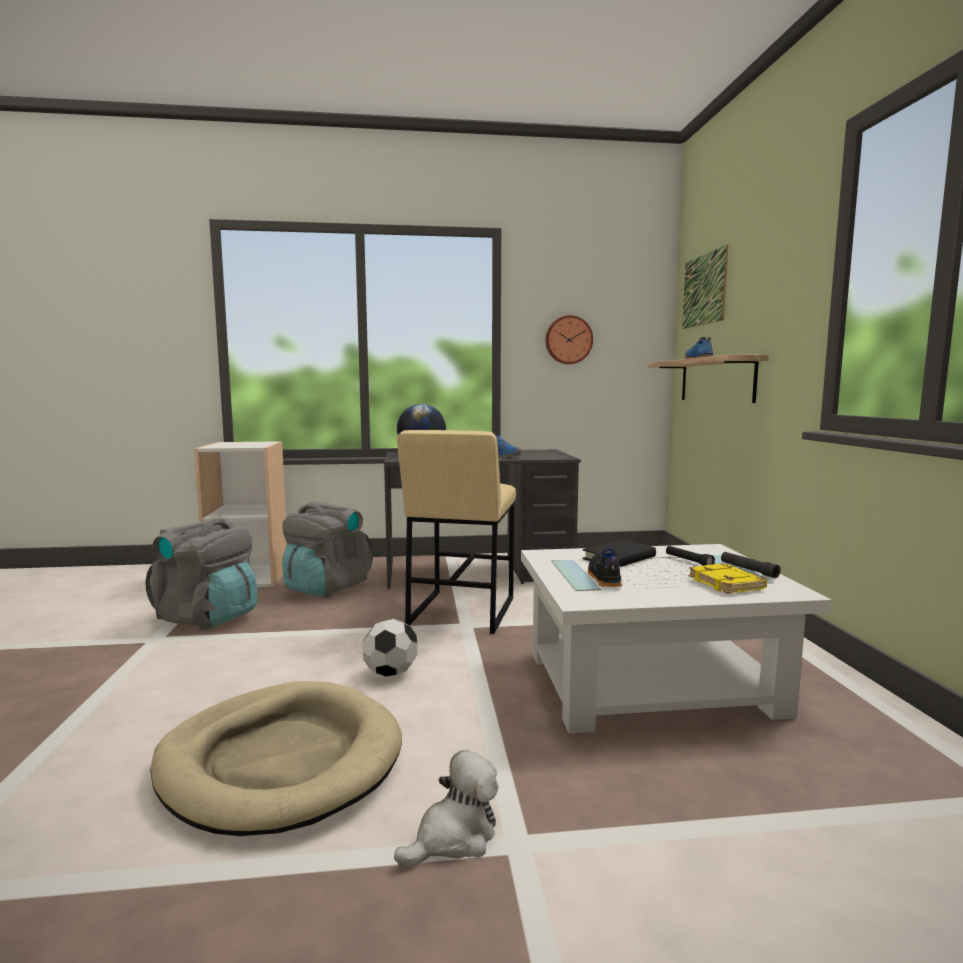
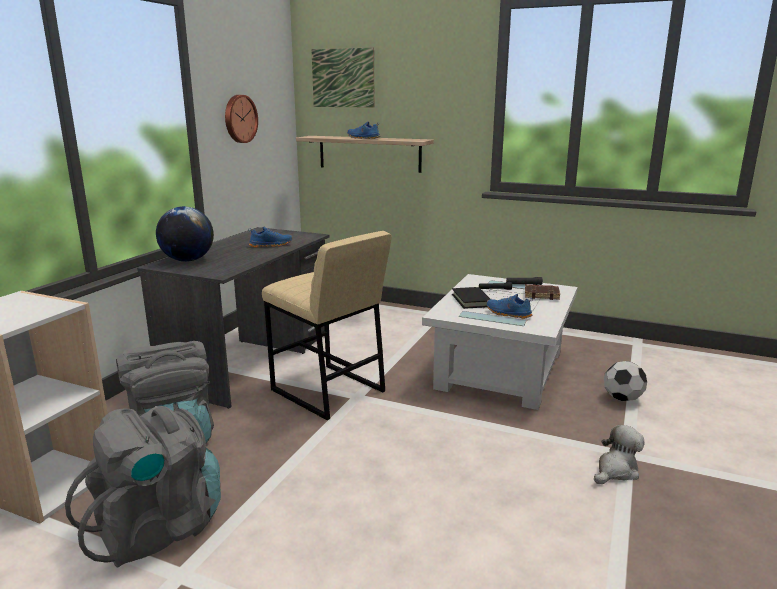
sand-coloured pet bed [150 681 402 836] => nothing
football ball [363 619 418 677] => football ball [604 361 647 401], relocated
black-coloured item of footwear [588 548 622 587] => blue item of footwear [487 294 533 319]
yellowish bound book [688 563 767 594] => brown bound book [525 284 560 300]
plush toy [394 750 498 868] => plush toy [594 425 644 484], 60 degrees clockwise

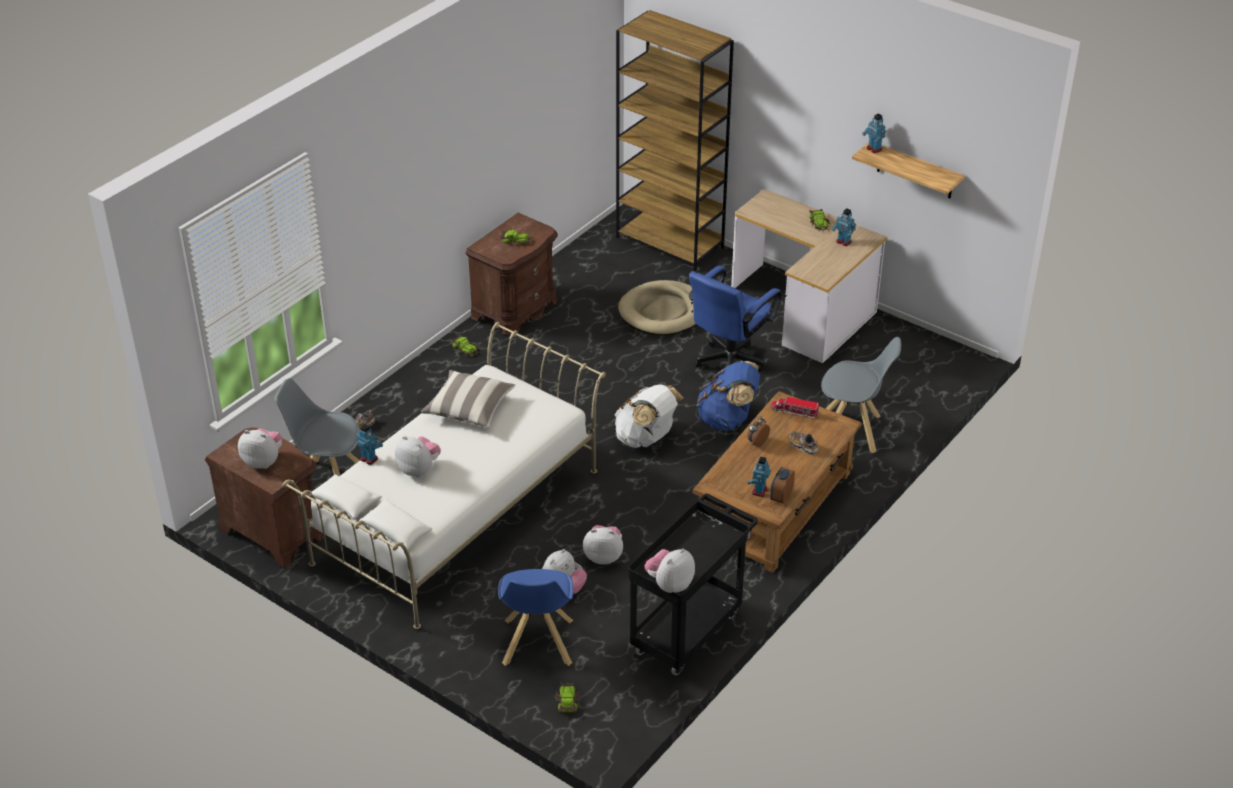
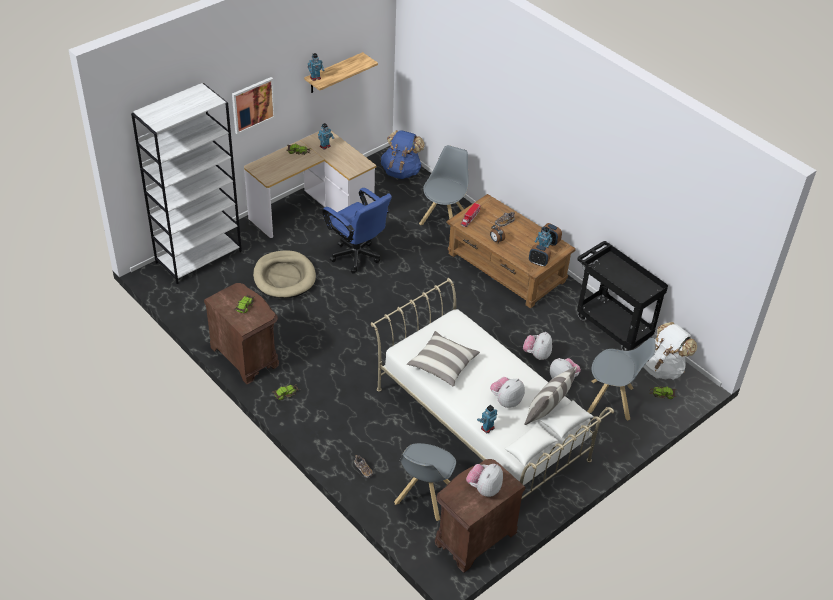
plush toy [644 548 695 593] => nothing
nothing => wall art [232 77 276 135]
nothing => cushion [524 366 577 425]
nothing => table clock [529 244 551 267]
white-coloured rucksack [614 384 684 448] => white-coloured rucksack [643 322 697 380], relocated
blue rucksack [697 361 760 431] => blue rucksack [381 130 425 179], relocated
blue upright chair [498 569 573 666] => gray upright chair [587 337 656 421]
brown shelving unit [616 10 734 271] => white-coloured shelving unit [131 83 242 284]

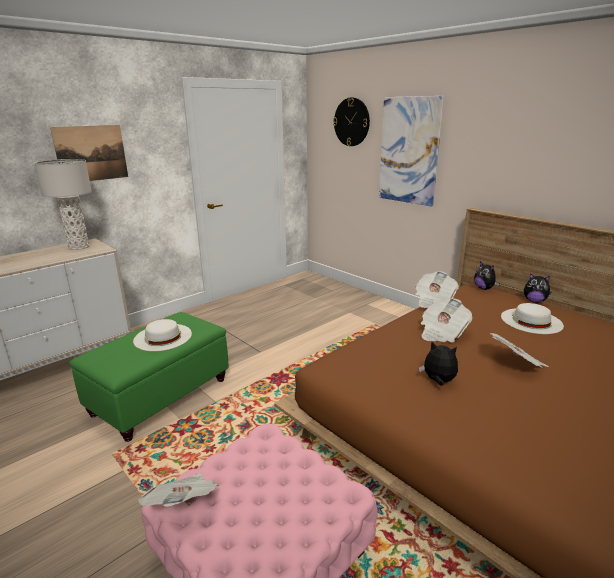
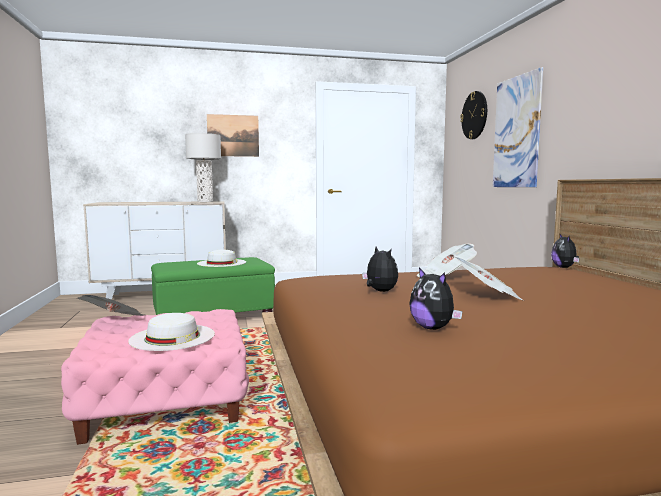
daily paper [415 271 459 308] => nothing
white-coloured clothing hat [501 303 564 334] => white-coloured clothing hat [128 313 215 351], relocated
plush toy [524 273 551 303] => plush toy [409 267 463 330], relocated

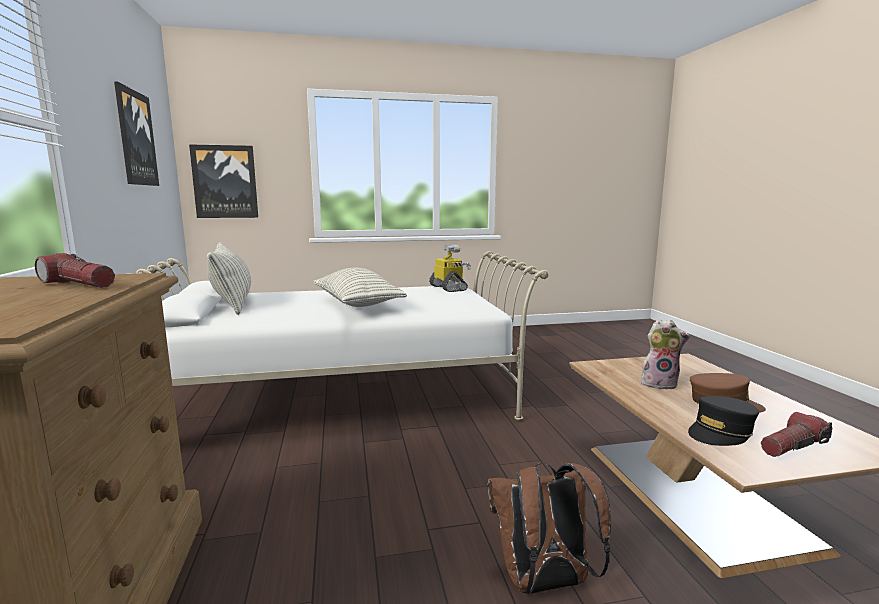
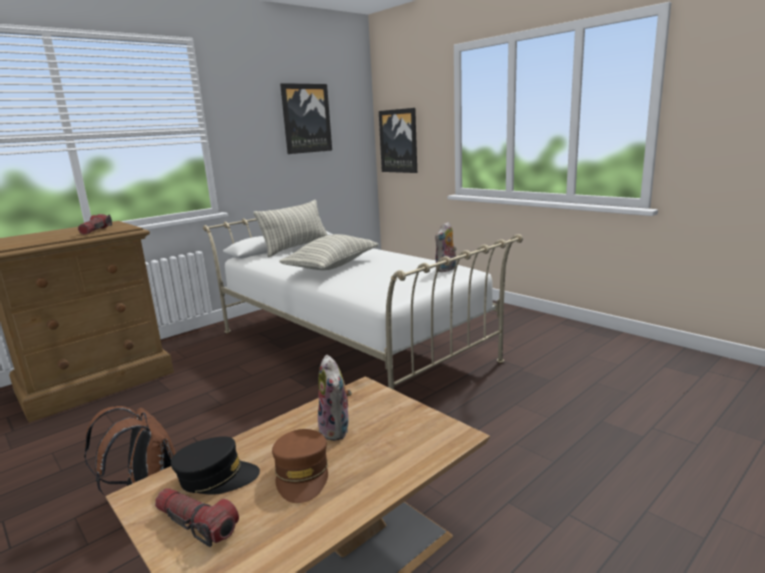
robot figure [429 244 471 292] => plush toy [435 222 456 272]
black-coloured baseball cap [688 396 759 446] => black-coloured baseball cap [171 436 260 495], 150 degrees clockwise

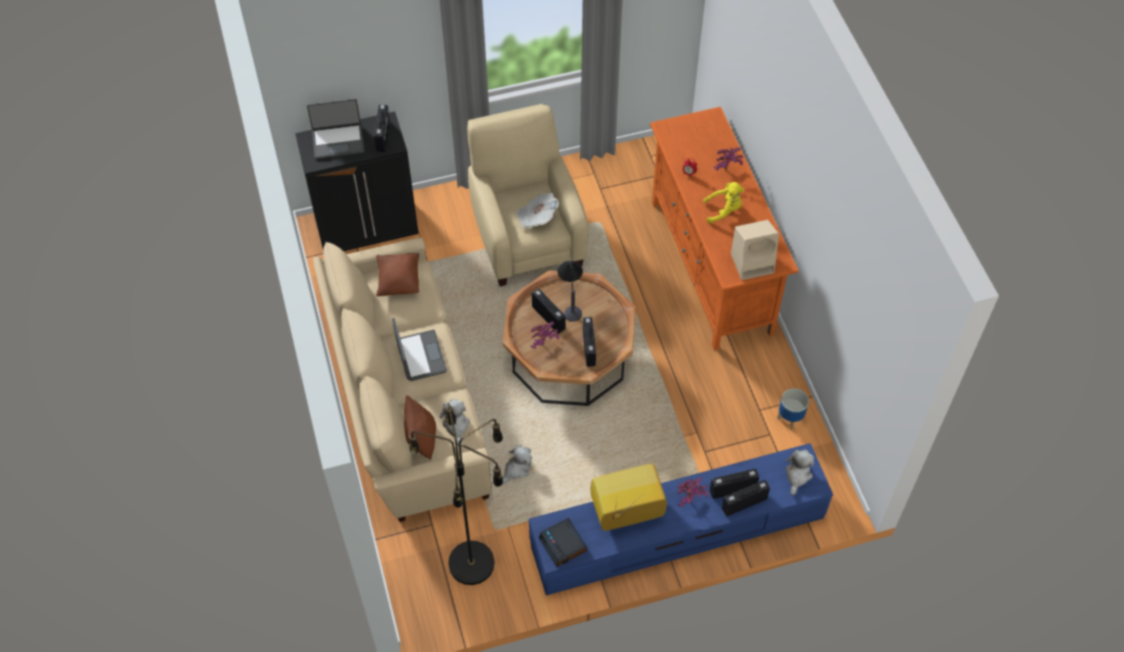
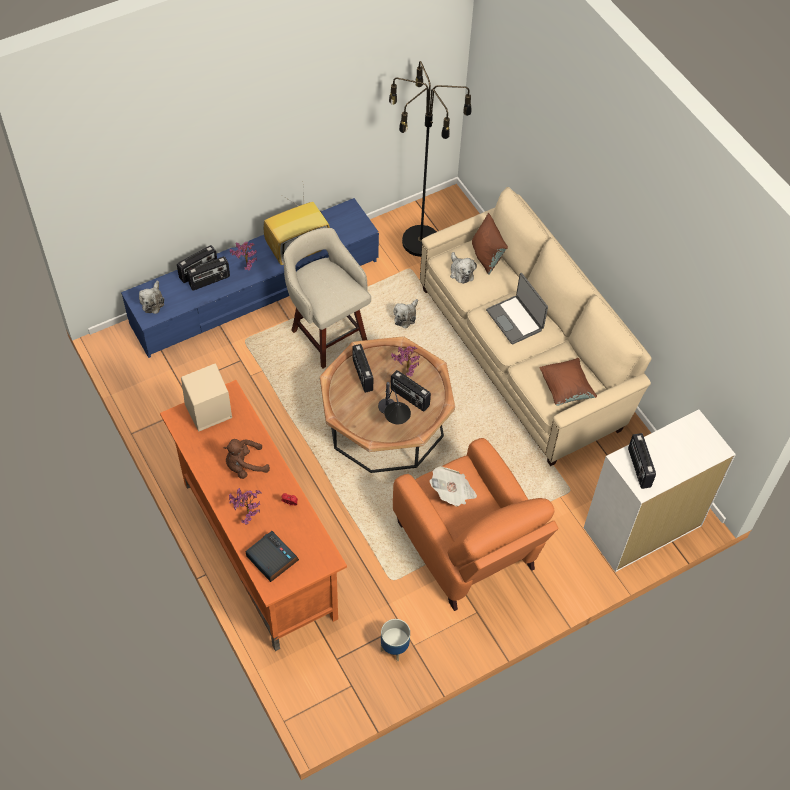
laptop [307 98 364 159] => nothing
nothing => sand-coloured stool seat [283 228 371 368]
table clock [539 518 587 567] => table clock [246 531 299 582], relocated
planter [777 388 809 430] => planter [381 619 410 661], relocated
black-coloured cabinet [295 112 419 251] => white-coloured cabinet [584 409 736 572]
sand-coloured easy chair [467 104 589 286] => orange easy chair [393 438 559 611]
yellowish plush toy [703 182 744 223] => brown plush toy [224 439 270 479]

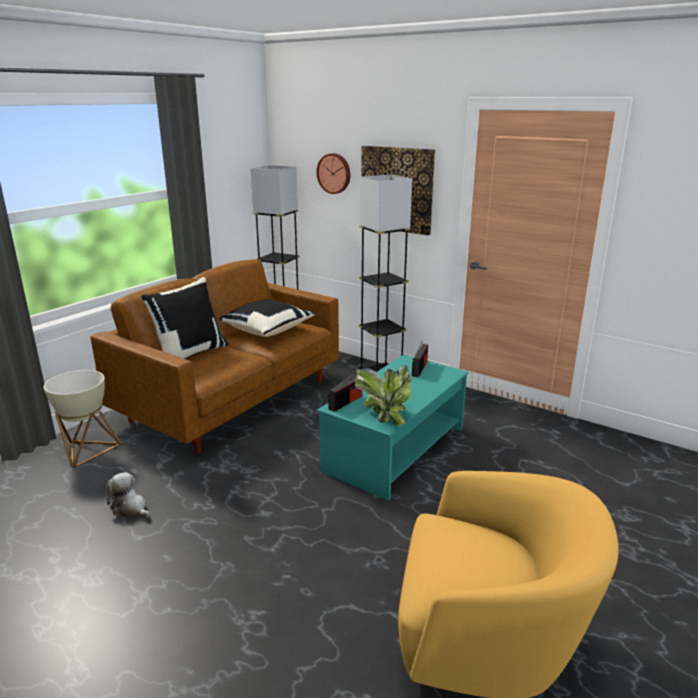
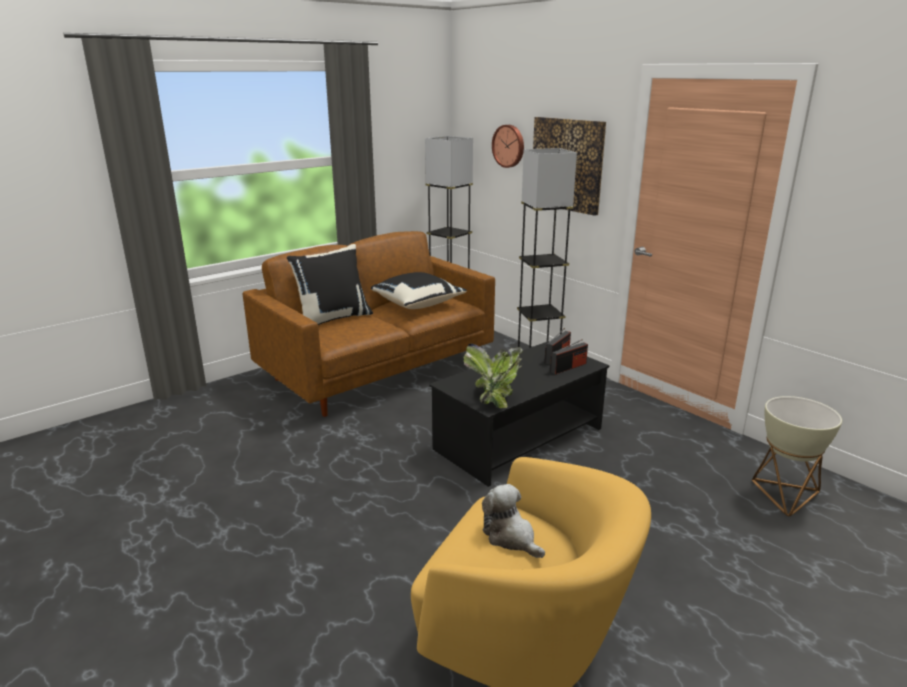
planter [43 370 121 468] => planter [752 396 842 516], relocated
plush toy [106 472 150 518] => plush toy [482 484 545 558], relocated
radio [328 372 362 412] => radio [550 339 588 375], relocated
blue-green lounge table [317 355 469 500] => black-coloured lounge table [429 341 610 487]

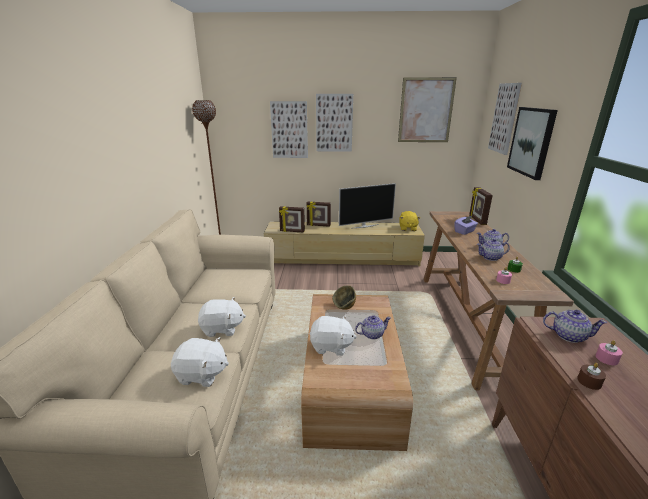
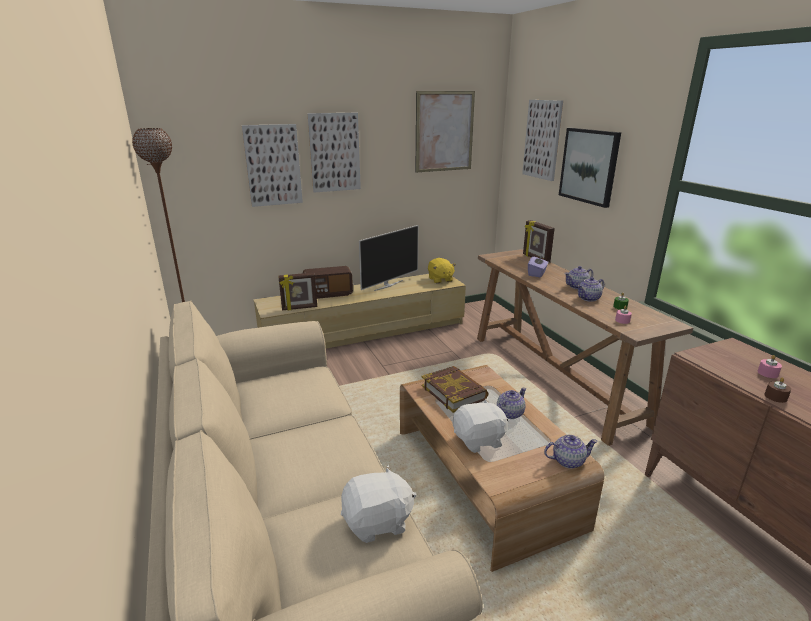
white-coloured plush toy [198 297 246 337] => nothing
teapot [543 310 607 343] => teapot [544 435 598 469], relocated
picture frame [307 202 331 227] => radio [303 266 353 299]
deep dish [332 286 356 310] => bound book [422 366 489 413]

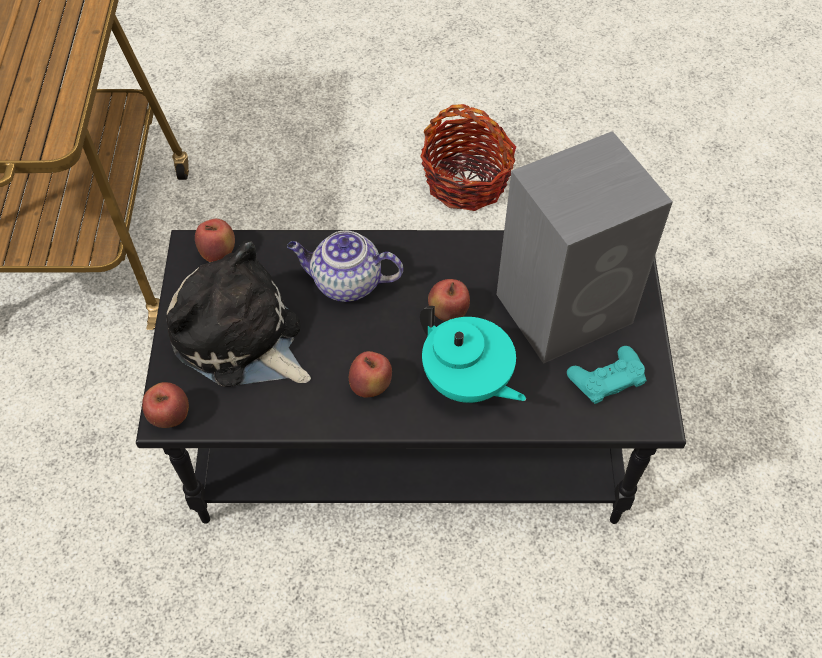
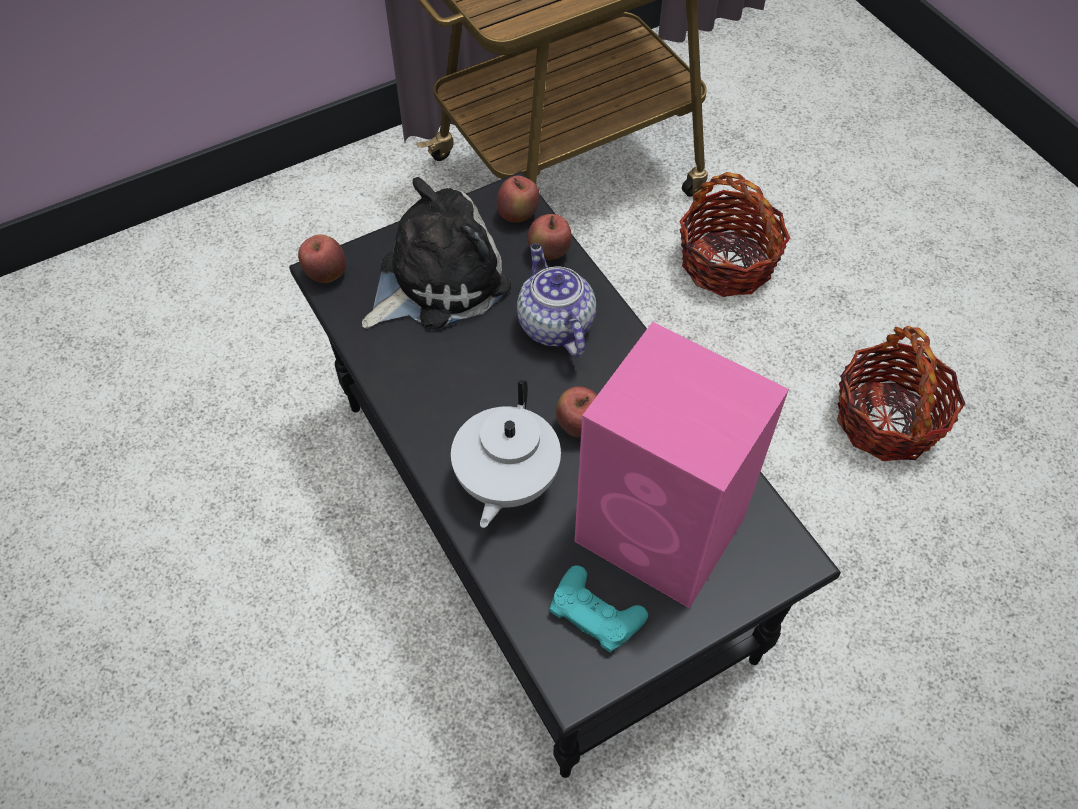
nothing => basket [679 172 790 297]
apple fruit [349 351 392 398] => apple fruit [527 214 572 260], relocated
blue-green teapot [420 306 526 403] => white-coloured teapot [451 380 561 528]
gray speaker [496 131 673 364] => pink-coloured speaker [574 322 789 608]
plush toy [167 240 311 387] => plush toy [362 177 511 330], 45 degrees clockwise

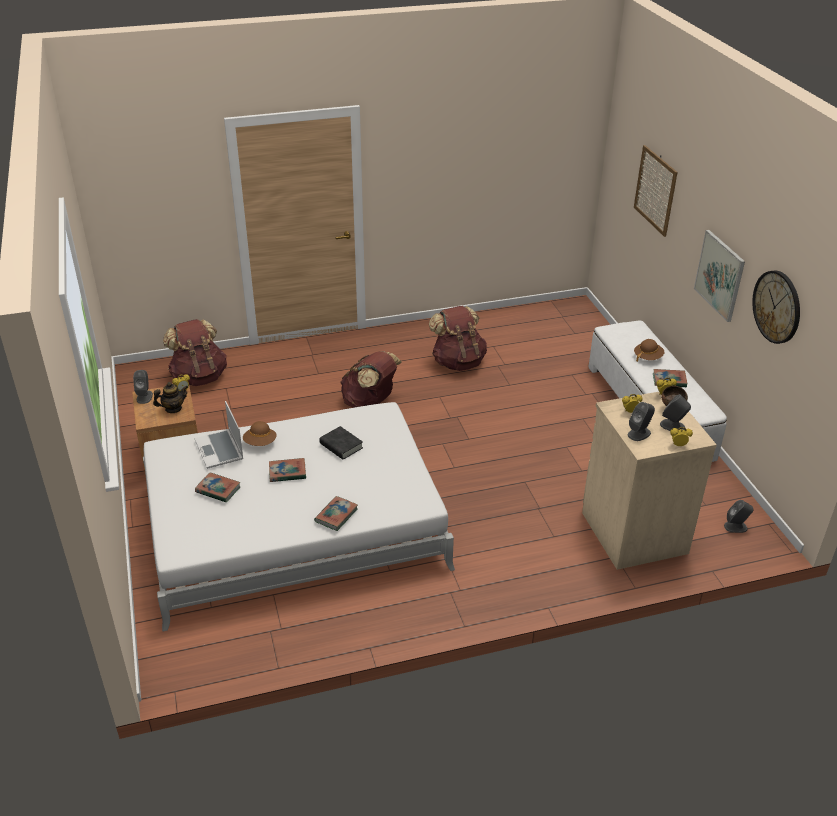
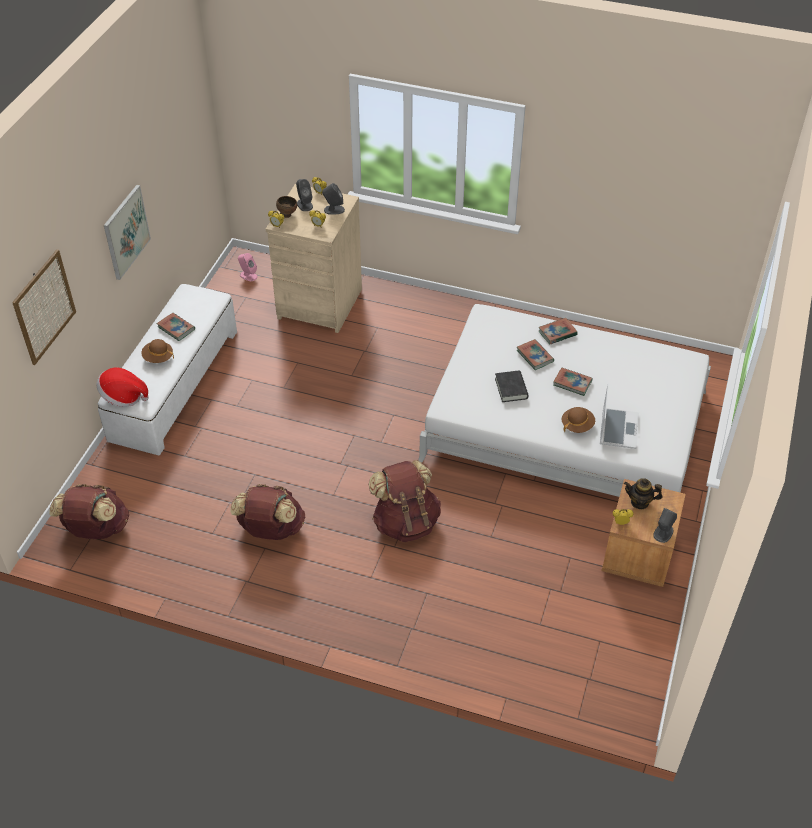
hanging clock [752 270 800 344] => nothing
nothing => clothing hat [96 367 149 407]
brown rucksack [163 319 227 386] => brown rucksack [49 484 129 539], relocated
bound book [195 472 241 503] => bound book [517 339 554 370], relocated
gray speaker [724 500 754 533] => pink-coloured speaker [238 253 258 281]

